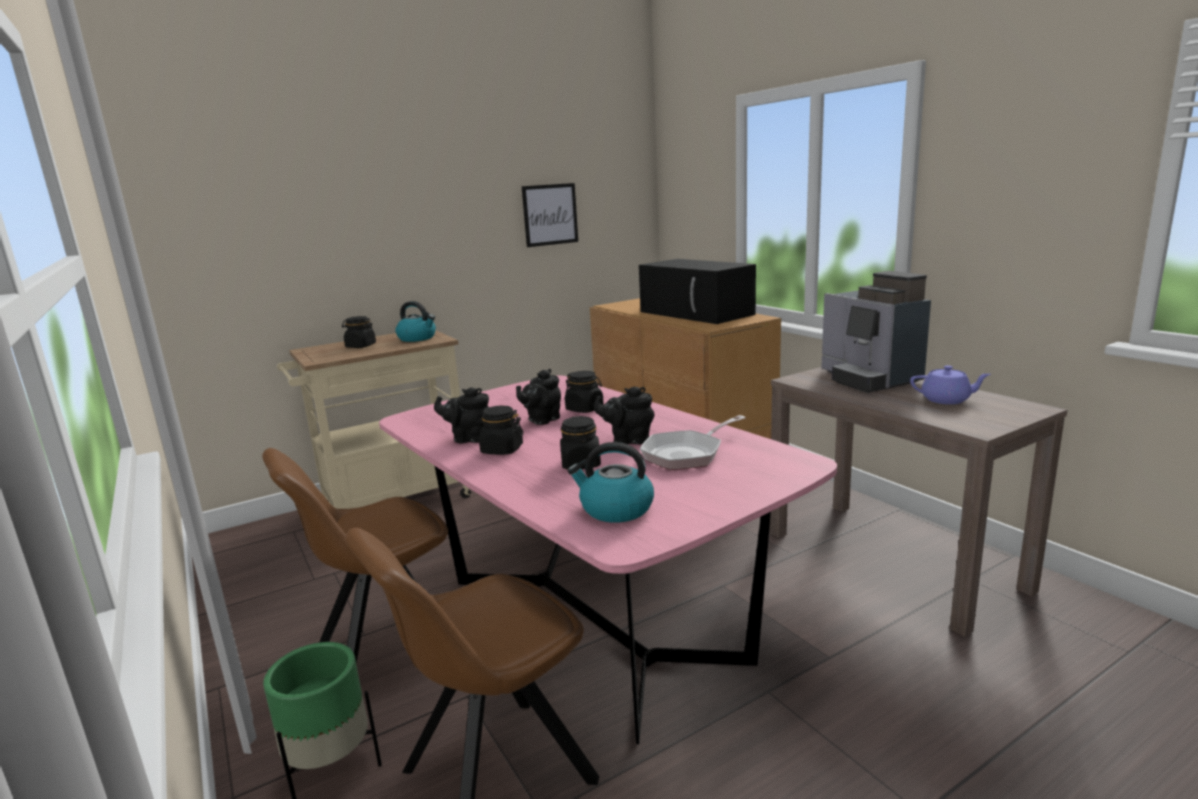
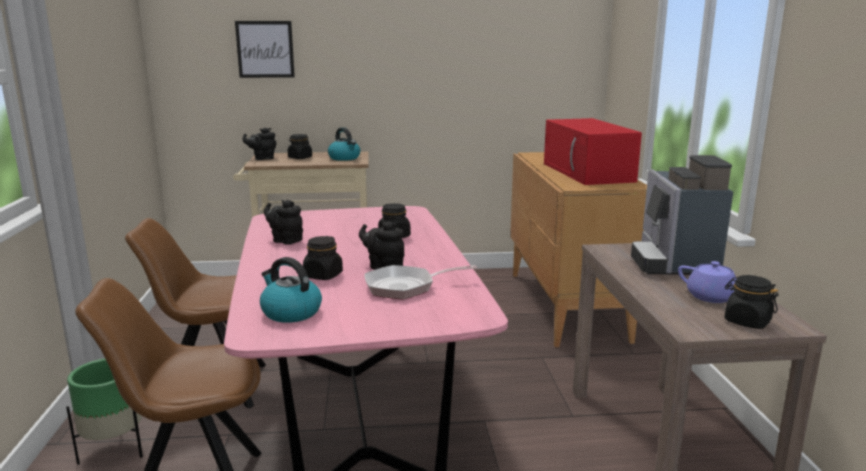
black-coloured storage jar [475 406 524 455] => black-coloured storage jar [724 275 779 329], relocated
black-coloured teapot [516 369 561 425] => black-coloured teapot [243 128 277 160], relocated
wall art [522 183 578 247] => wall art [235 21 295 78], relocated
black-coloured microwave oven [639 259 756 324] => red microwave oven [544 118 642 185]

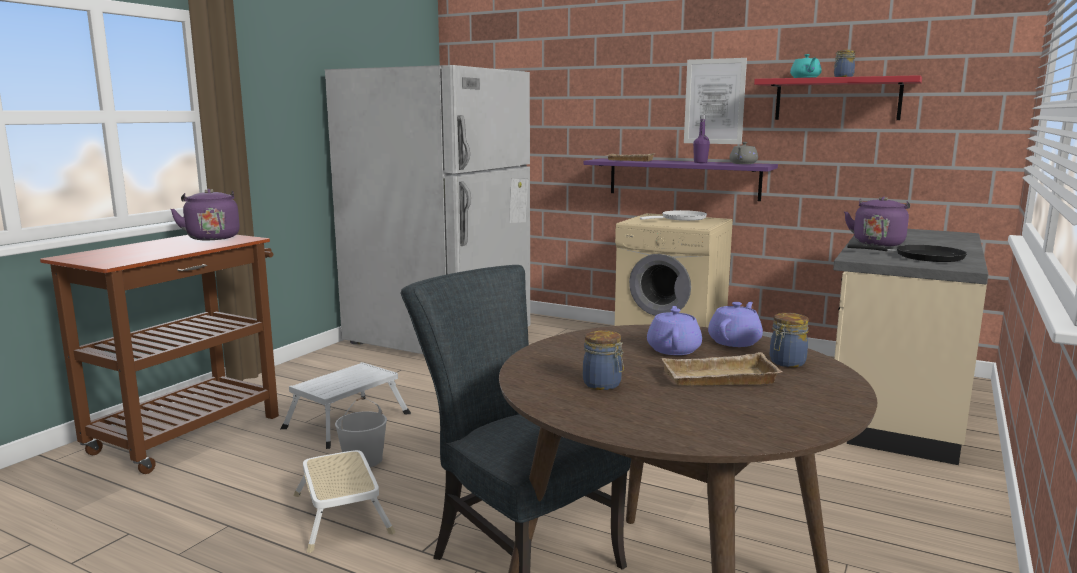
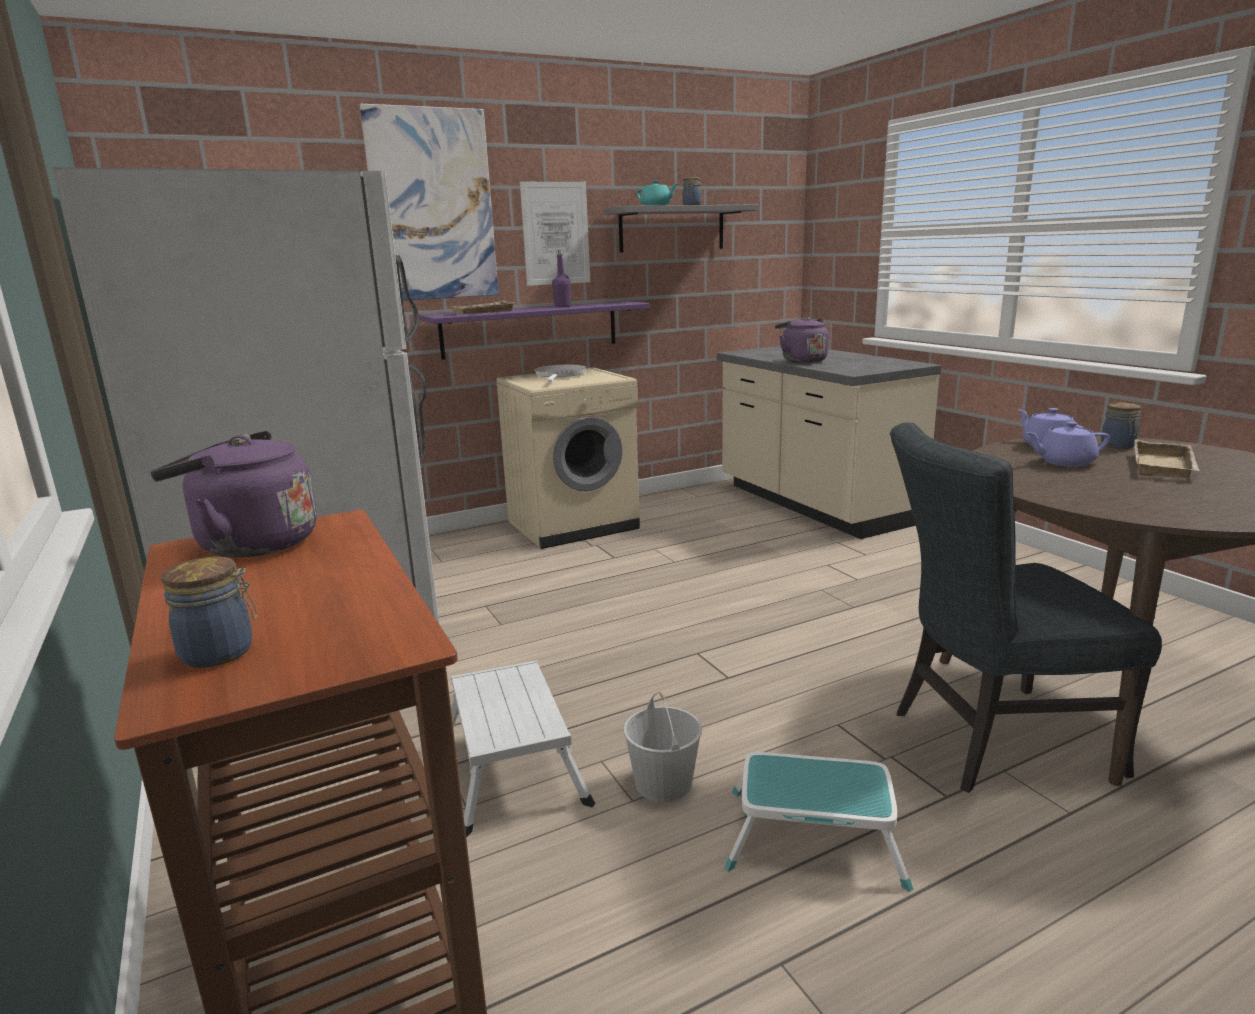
gray teapot [730 142 758 164] => nothing
black-coloured skillet [847 244 967 262] => nothing
nothing => wall art [360 104 499 301]
storage jar [583 330 624 390] => storage jar [161 557 257 668], relocated
sand-coloured step ladder [293 450 395 553] => blue-green step ladder [724 752 913 892]
red wall shelf [754 75 922 120] => gray wall shelf [604 204 759 253]
purple teapot [647 306 702 355] => purple teapot [1025 421 1110 467], 45 degrees counterclockwise

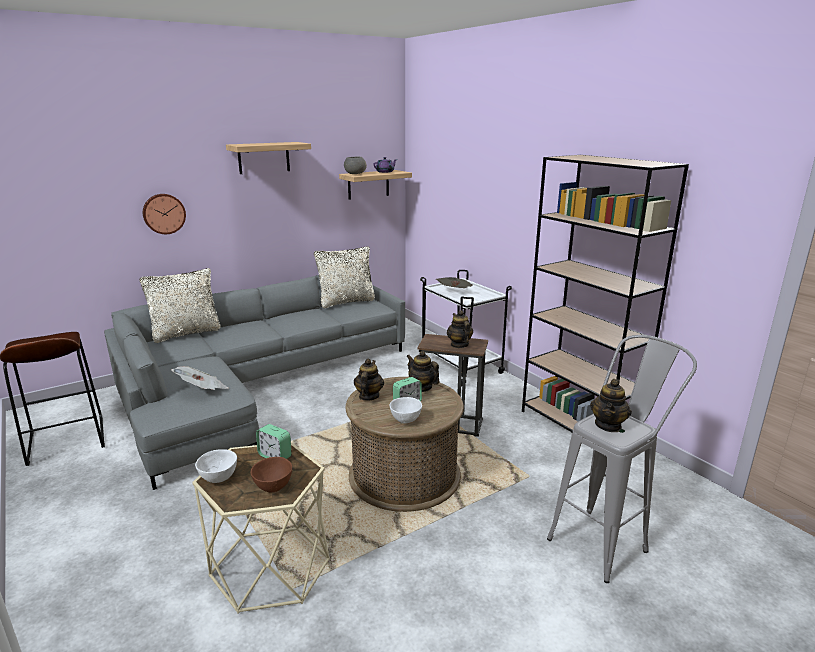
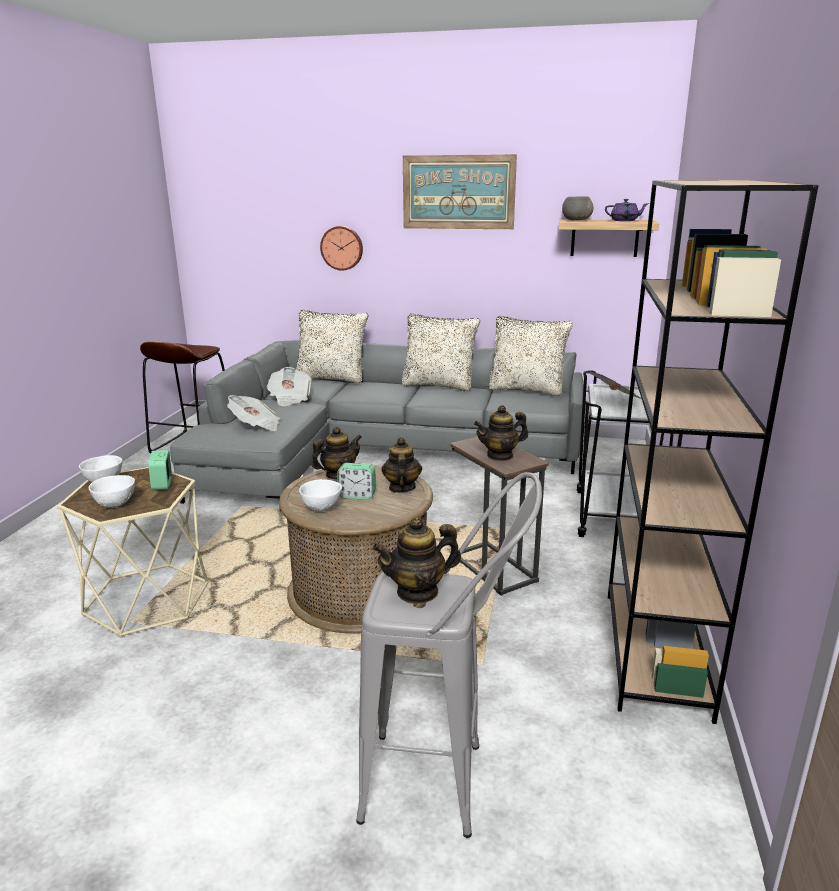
nothing => daily paper [266 367 312 406]
nothing => sand-coloured cushion [402 313 481 391]
wall shelf [226 142 311 174] => wall art [403 154 517 229]
brown deep dish [251 457 292 492] => white-coloured deep dish [89 475 135 508]
teapot [447 310 473 348] => teapot [474 405 528 461], 135 degrees counterclockwise

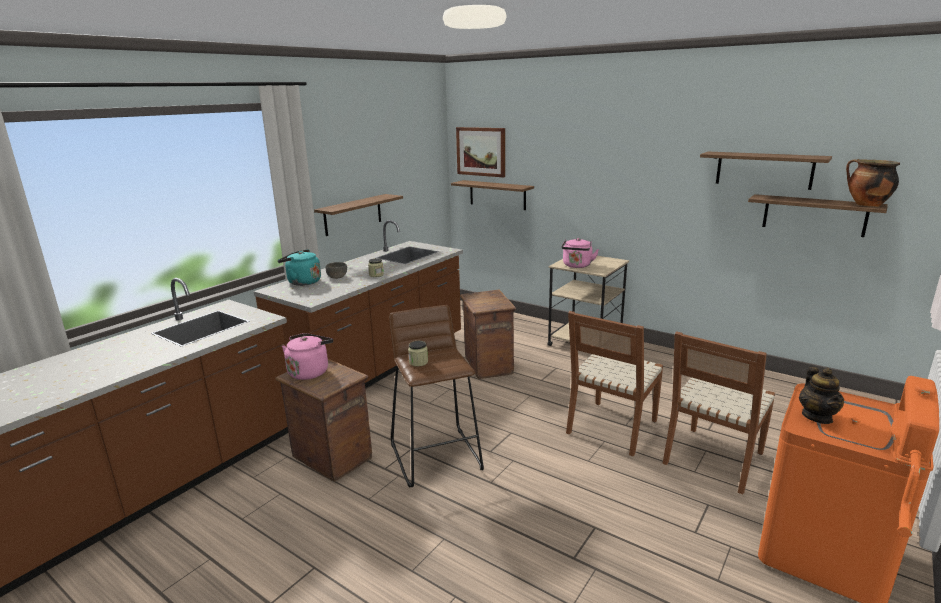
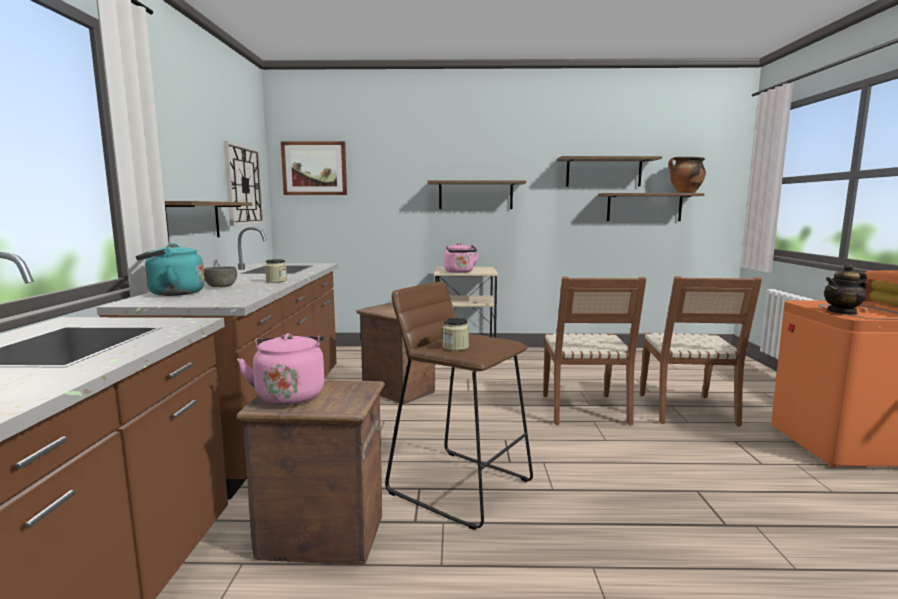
nothing => hanging clock [224 141 264 226]
wall shelf [451 180 534 210] => wall shelf [428 180 526 209], relocated
teapot [799 367 844 424] => teapot [824 264 867 315], 105 degrees clockwise

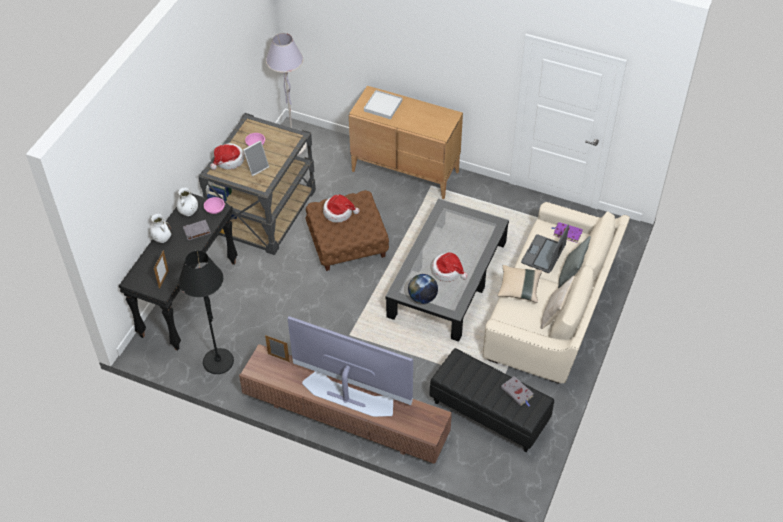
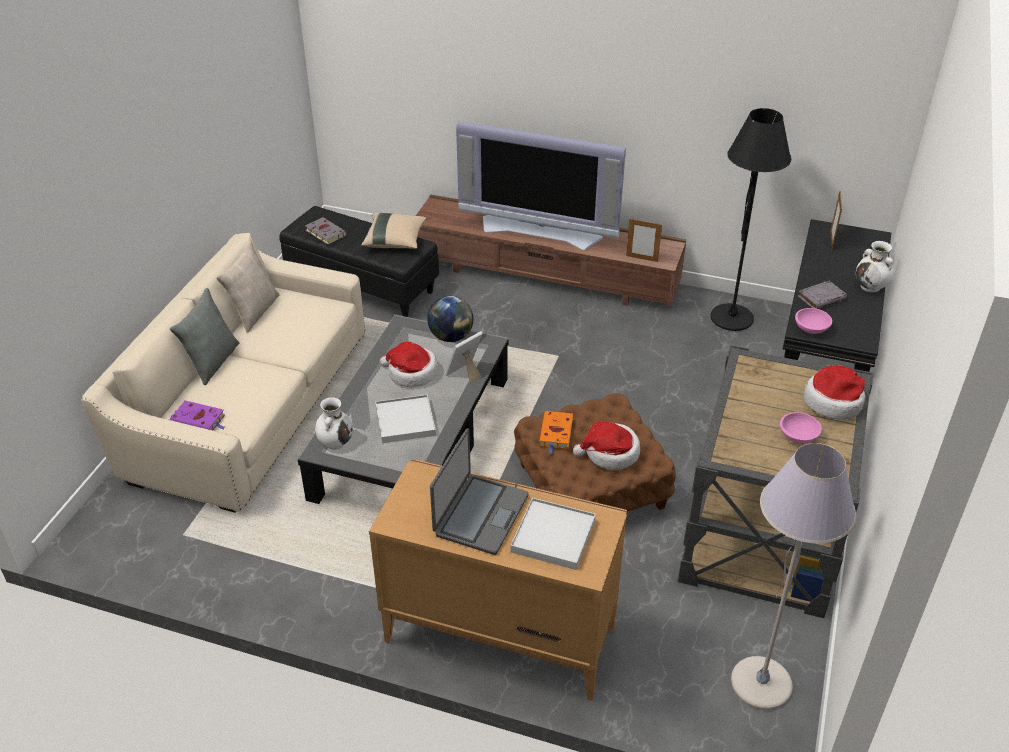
nothing => white-coloured carrying tray [375 395 436 443]
nothing => orange bound book [539 411 573 454]
white-coloured flower vase [176 188 198 216] => white-coloured flower vase [315 397 353 450], relocated
picture frame [243 141 269 176] => picture frame [445 331 483 384], relocated
sand-coloured cushion [498 265 542 303] => sand-coloured cushion [361 213 426 249], relocated
laptop [521 224 569 273] => laptop [430 428 528 555], relocated

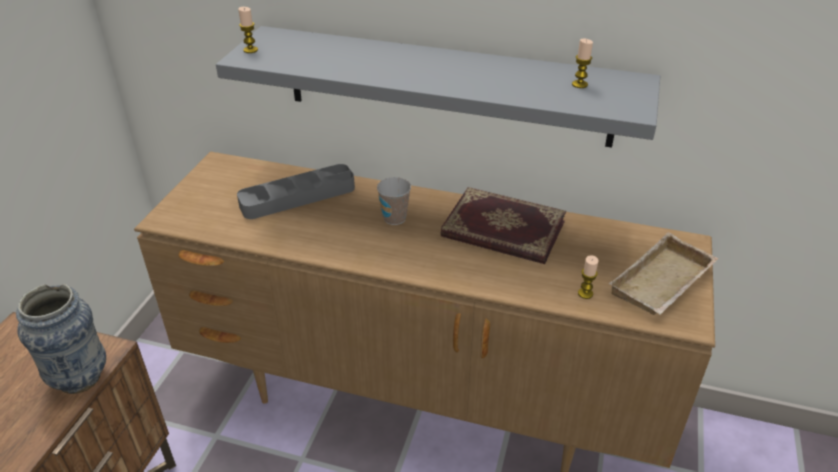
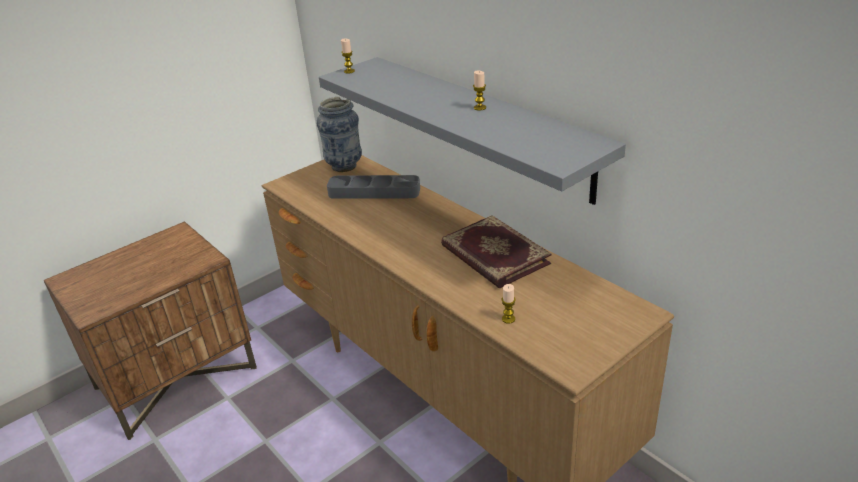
cup [377 177 411 225] => nothing
sand-coloured carrying tray [608 232 719 315] => nothing
flower vase [16 284 106 394] => flower vase [317 97 362 172], relocated
candle [572 39 593 88] => candle [473 71 486 111], relocated

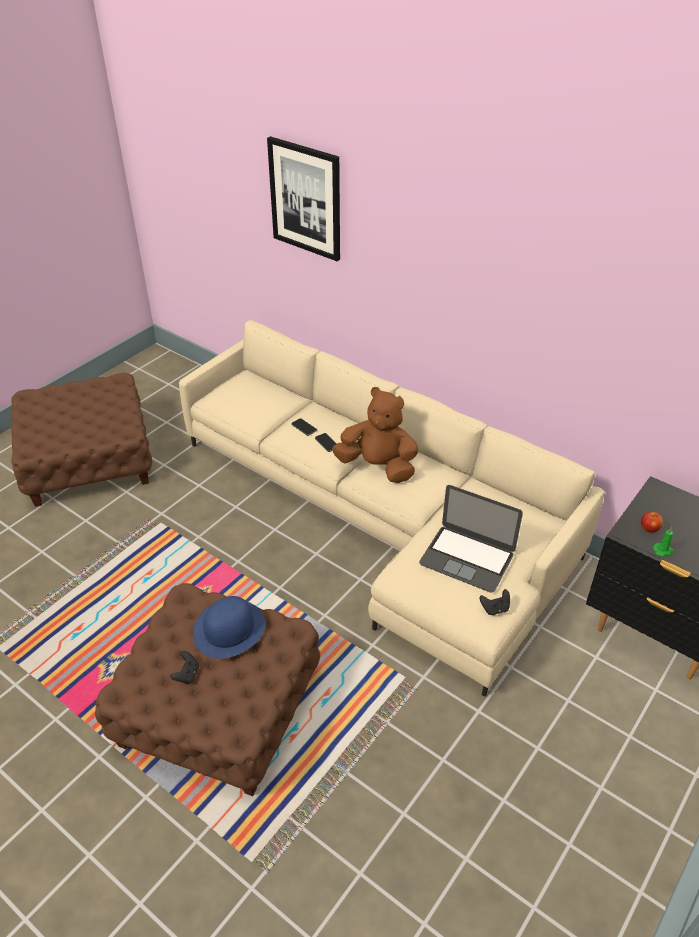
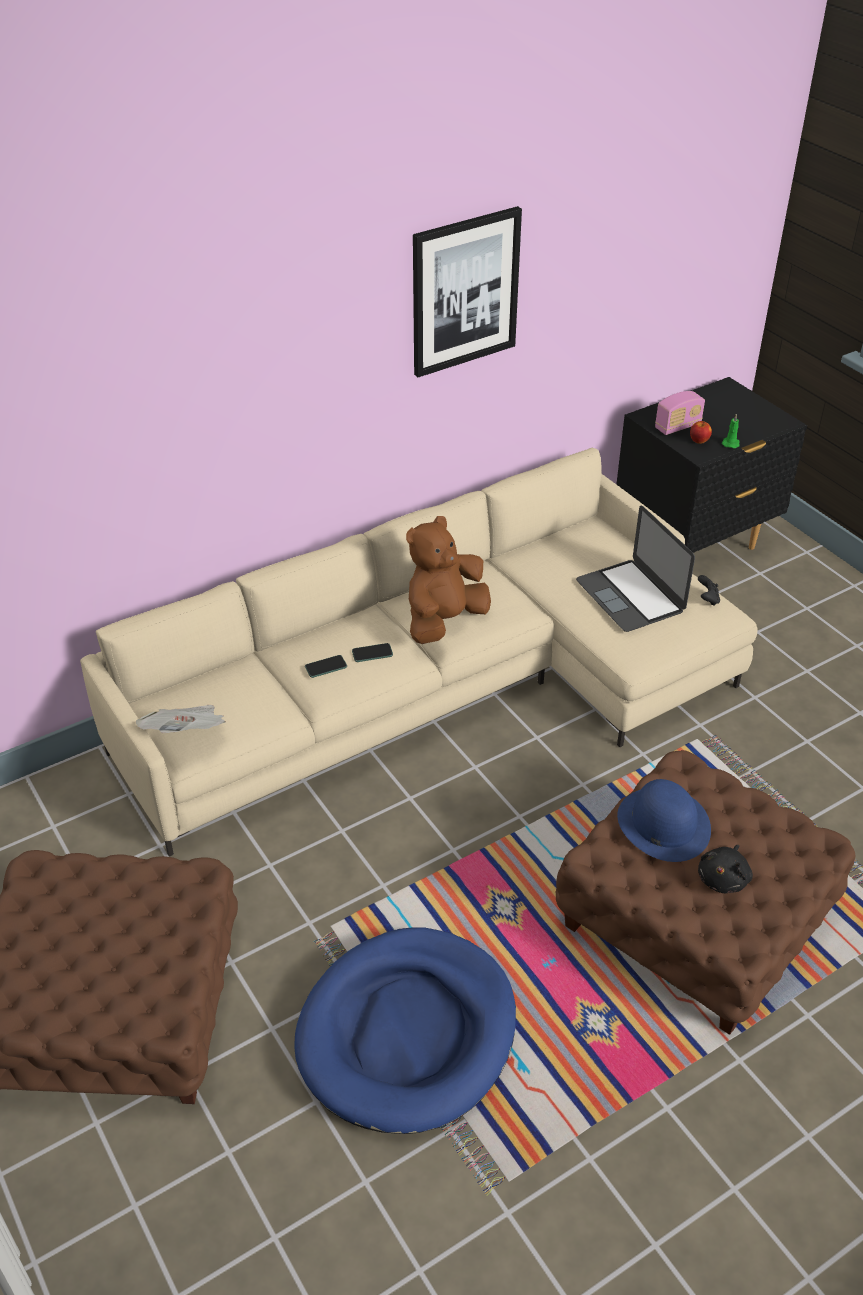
nothing => daily paper [136 705 226 733]
nothing => blue pet bed [294 928 516 1134]
nothing => radio [655 391 705 435]
wall art [267 136 340 261] => wall art [413 206 522 377], relocated
black-coloured gamepad [170 651 199 684] => black-coloured plush toy [698 845 753 893]
laptop [419 485 523 593] => laptop [576 506 695 632], 105 degrees clockwise

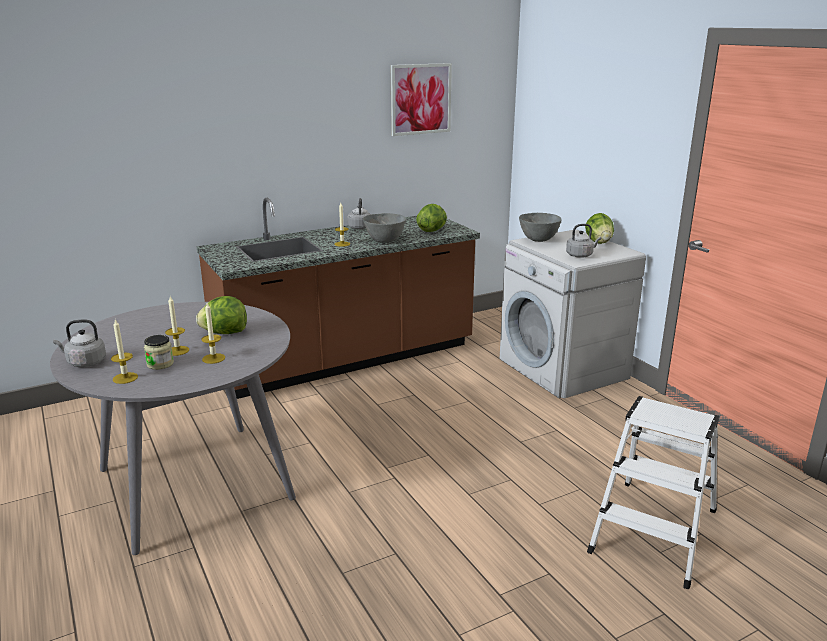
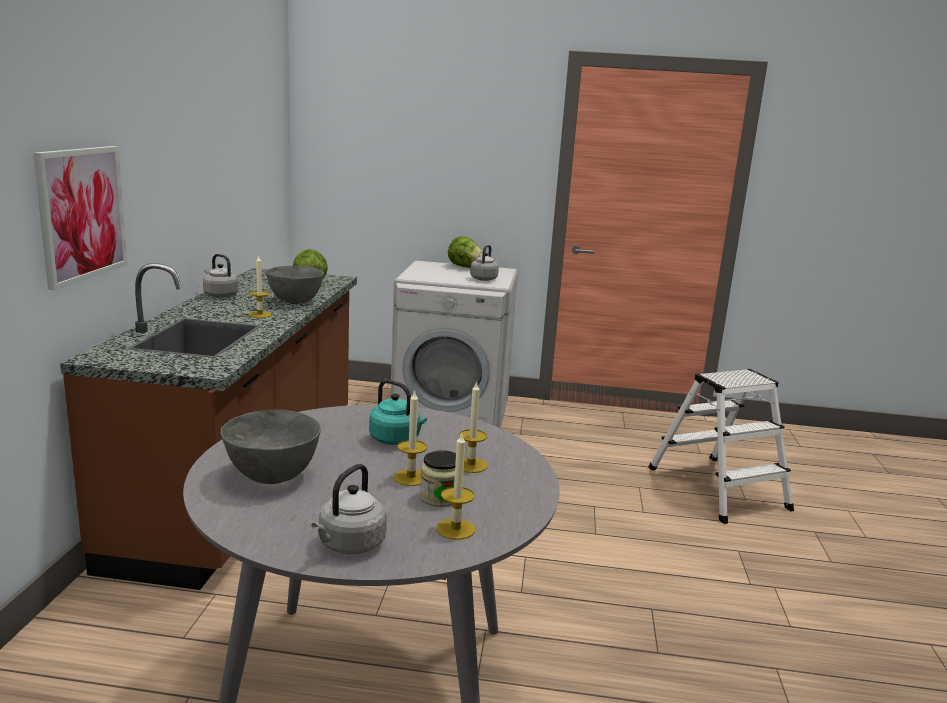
wall art [391 63 452 136] => wall art [33 146 128 290], relocated
gray deep dish [519 213 562 242] => gray deep dish [221 410 321 484], relocated
lettuce [196 296 247 334] => blue-green water kettle [369 379 427 445]

